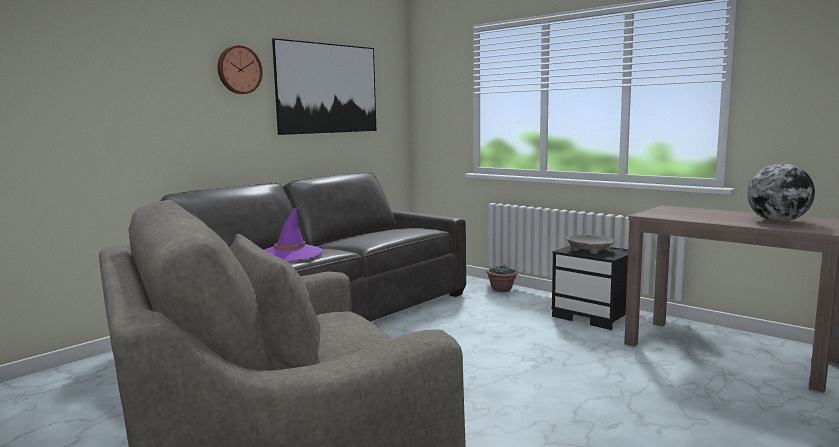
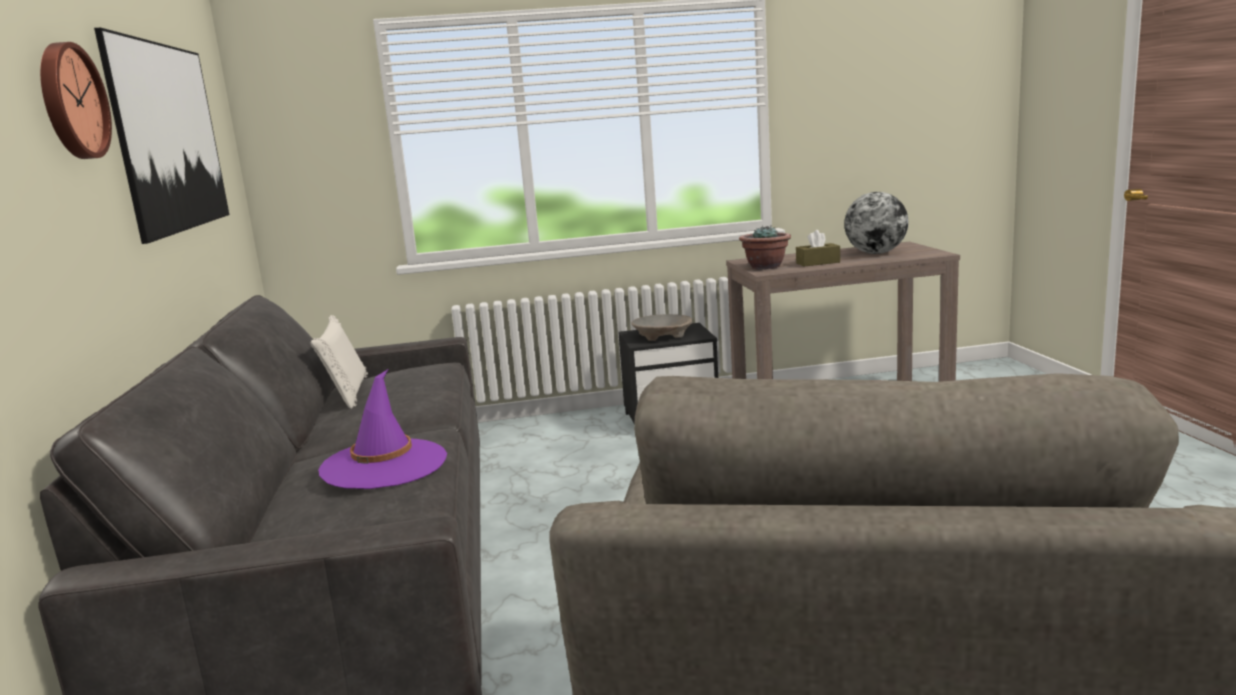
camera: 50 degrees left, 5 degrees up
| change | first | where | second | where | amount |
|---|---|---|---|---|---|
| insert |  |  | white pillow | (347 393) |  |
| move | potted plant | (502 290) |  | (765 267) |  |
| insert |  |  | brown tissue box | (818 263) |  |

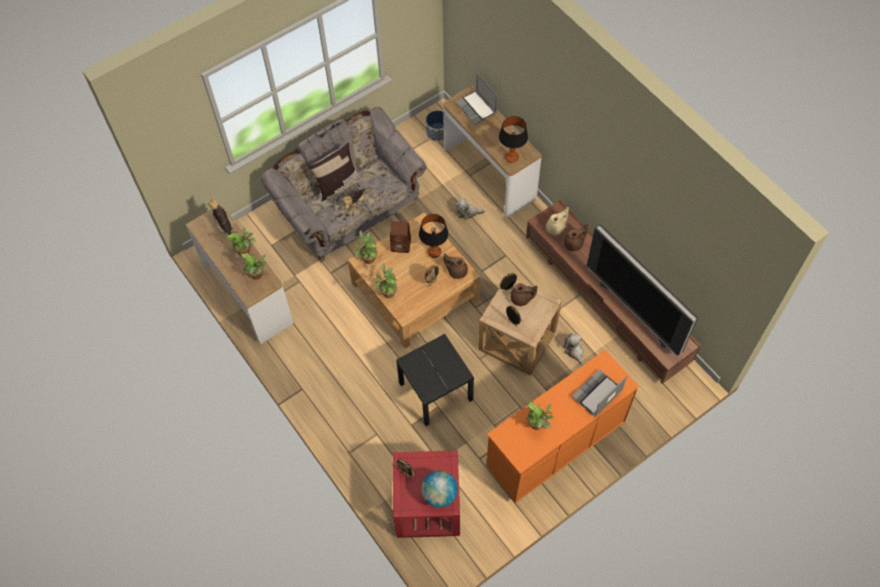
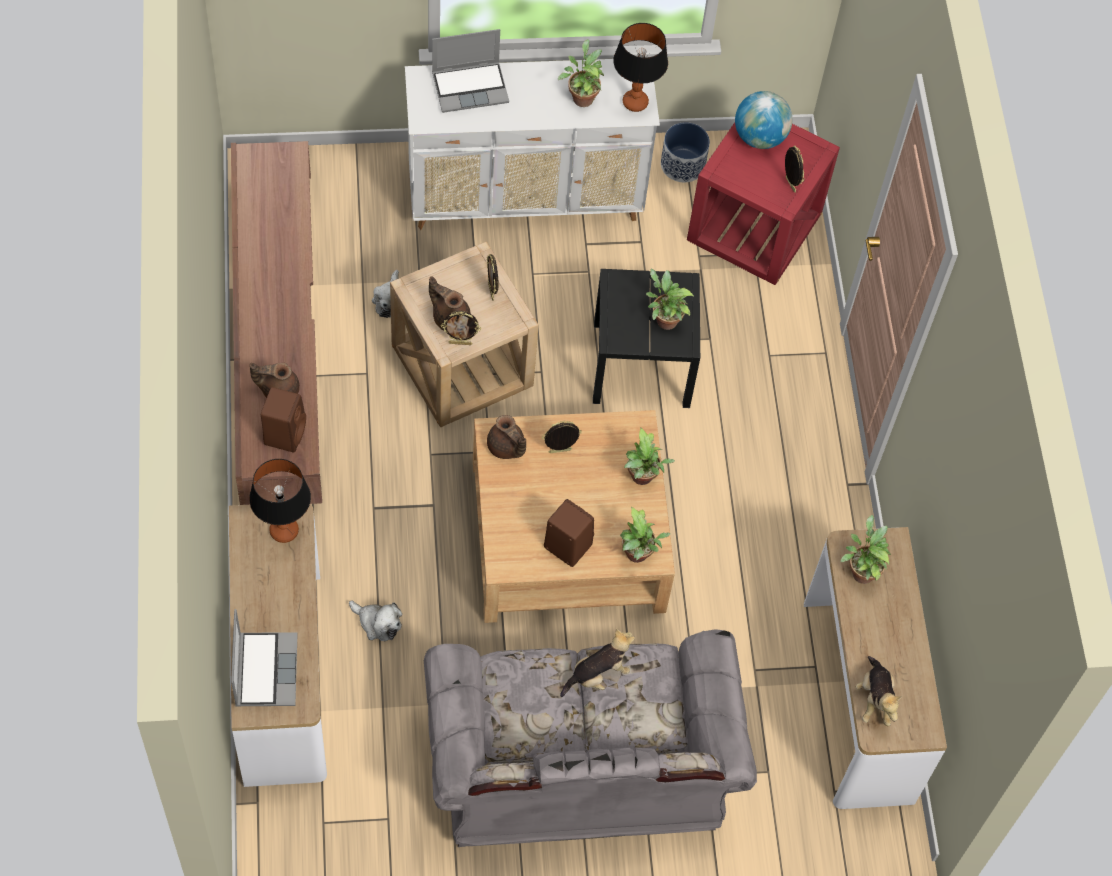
camera: 155 degrees left, 0 degrees up
| change | first | where | second | where | amount |
|---|---|---|---|---|---|
| replace | beige teapot | (556 228) | brown speaker | (285 433) |  |
| recolor | orange cabinet | (555 448) | white cabinet | (525 196) |  |
| move | table lamp | (434 252) |  | (635 103) |  |
| move | potted plant | (245 251) |  | (664 319) |  |
| move | planter | (437 132) |  | (682 165) |  |
| delete | pillow | (337 186) |  |  |  |
| delete | television | (637 311) |  |  |  |

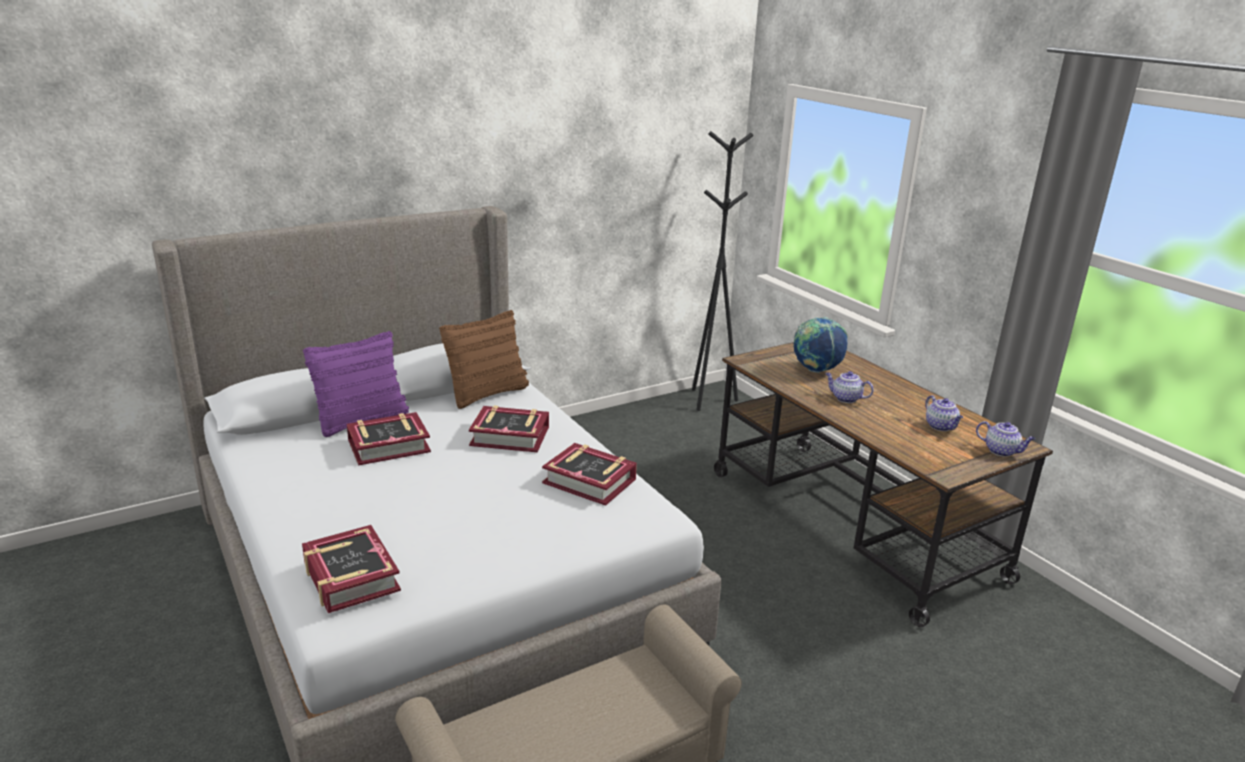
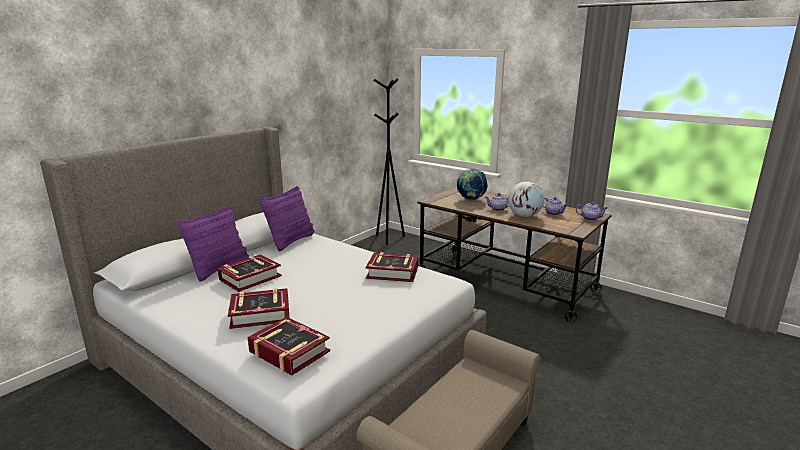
camera: 20 degrees left, 5 degrees down
| change | first | where | second | where | amount |
|---|---|---|---|---|---|
| move | book | (510 436) |  | (260 314) |  |
| recolor | brown pillow | (487 394) | purple pillow | (290 241) |  |
| insert |  |  | globe | (524 216) |  |

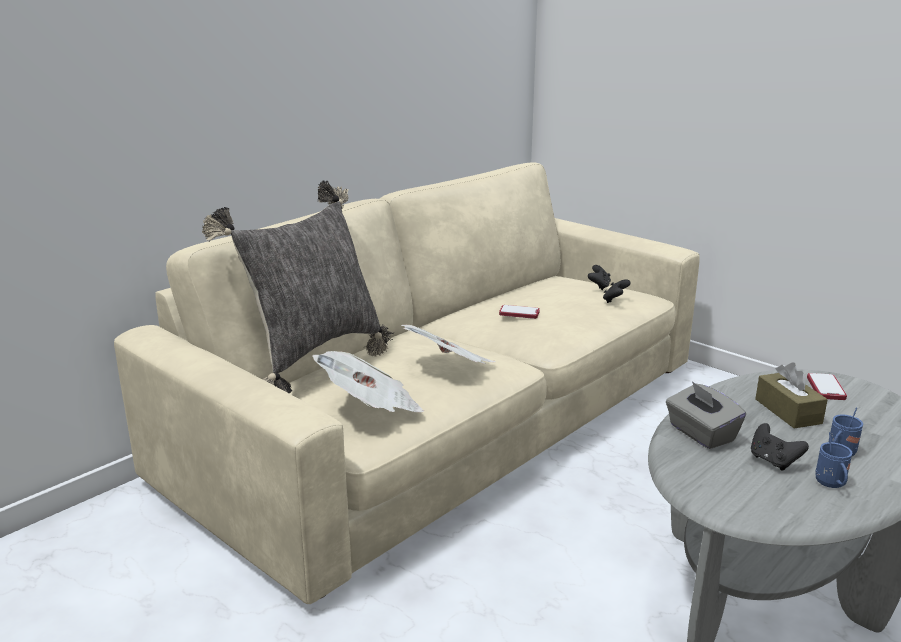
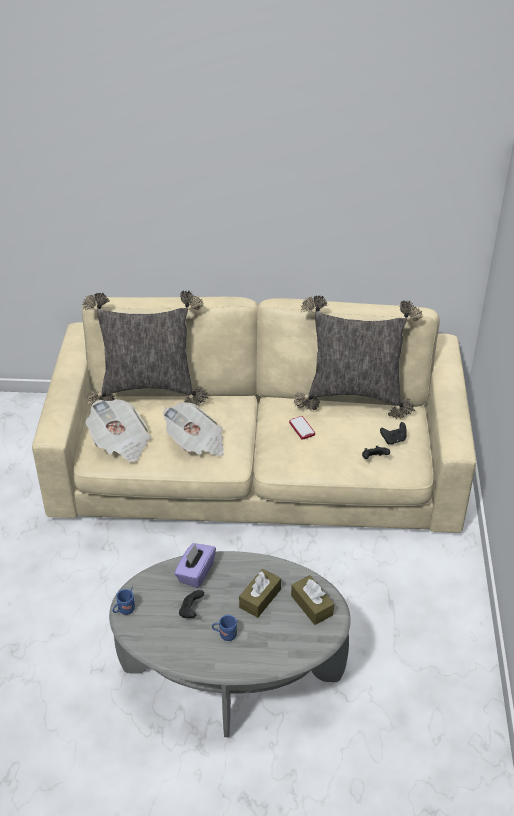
camera: 50 degrees right, 20 degrees up
| change | first | where | second | where | amount |
|---|---|---|---|---|---|
| move | blue mug | (831 485) |  | (124 611) |  |
| recolor | grey tissue box | (700 434) | purple tissue box | (195 573) |  |
| replace | phone | (826 388) | brown tissue box | (312 605) |  |
| insert |  |  | pillow | (354 401) |  |

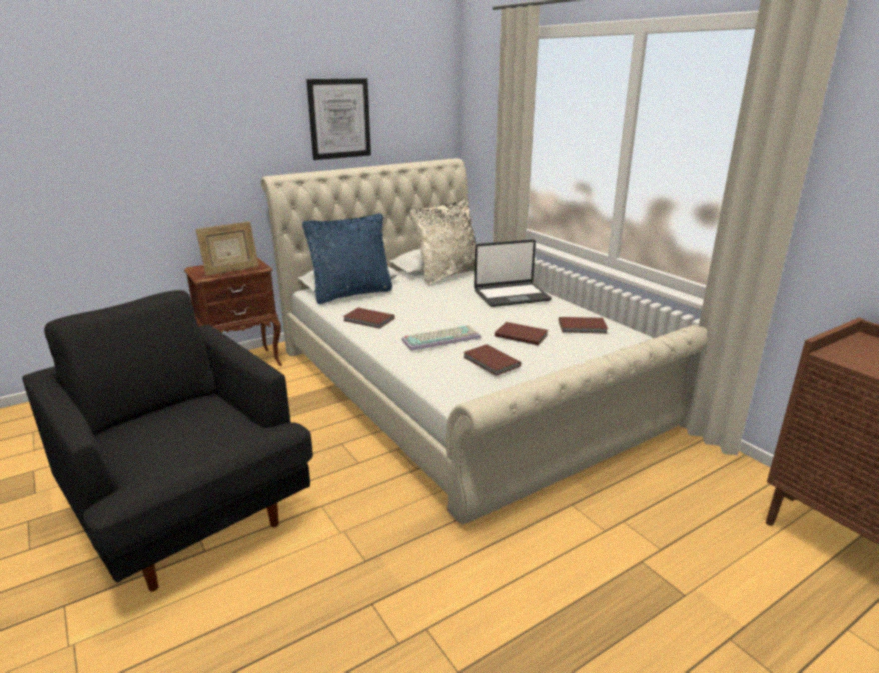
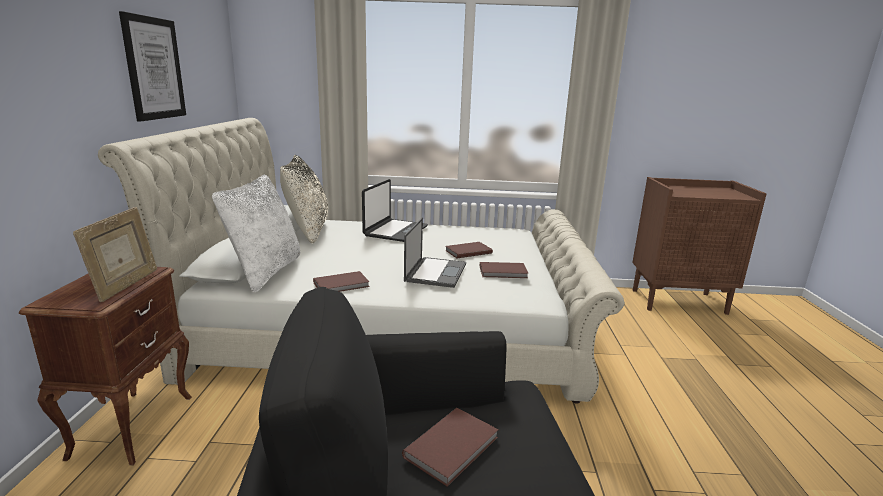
camera: 55 degrees left, 5 degrees down
| change | first | where | second | where | amount |
|---|---|---|---|---|---|
| recolor | blue pillow | (352 295) | white pillow | (266 273) |  |
| move | brown book | (583 327) |  | (454 447) |  |
| replace | keyboard | (441 338) | laptop | (436 272) |  |

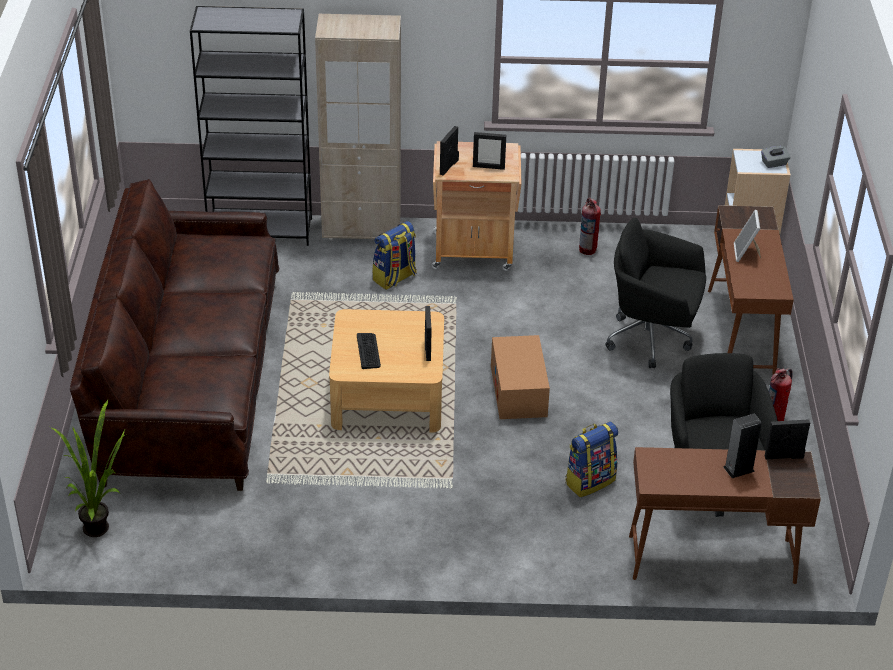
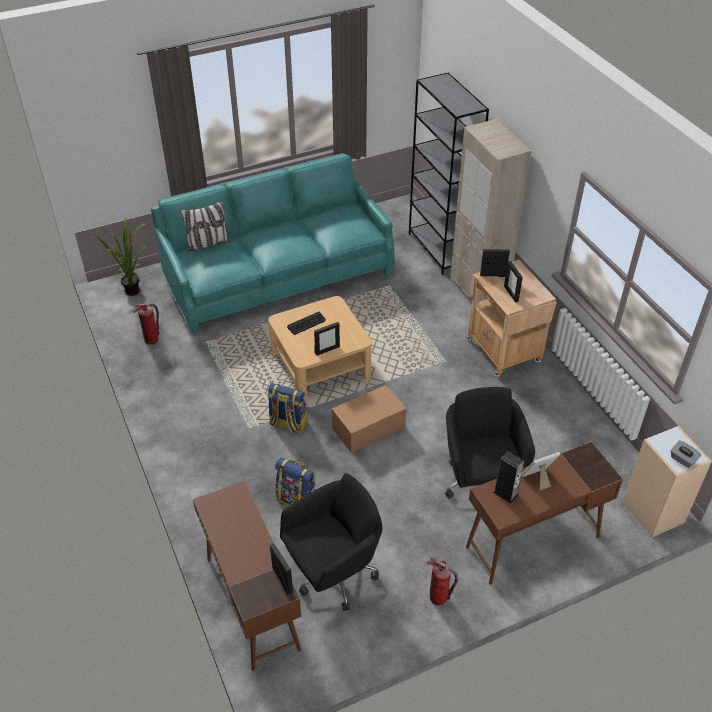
camera: 65 degrees right, 5 degrees up
| change | first | where | second | where | amount |
|---|---|---|---|---|---|
| move | fire extinguisher | (588 249) |  | (152 340) |  |
| recolor | brown sofa | (188 379) | turquoise sofa | (277 275) |  |
| insert |  |  | pillow | (208 244) |  |
| move | backpack | (395 278) |  | (287 423) |  |
| move | speaker | (738 469) |  | (505 493) |  |

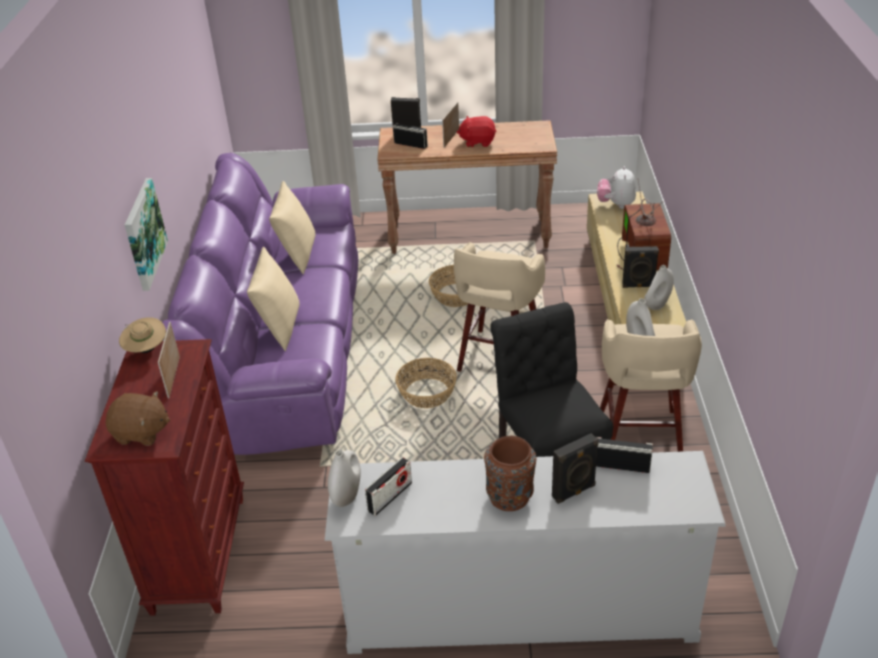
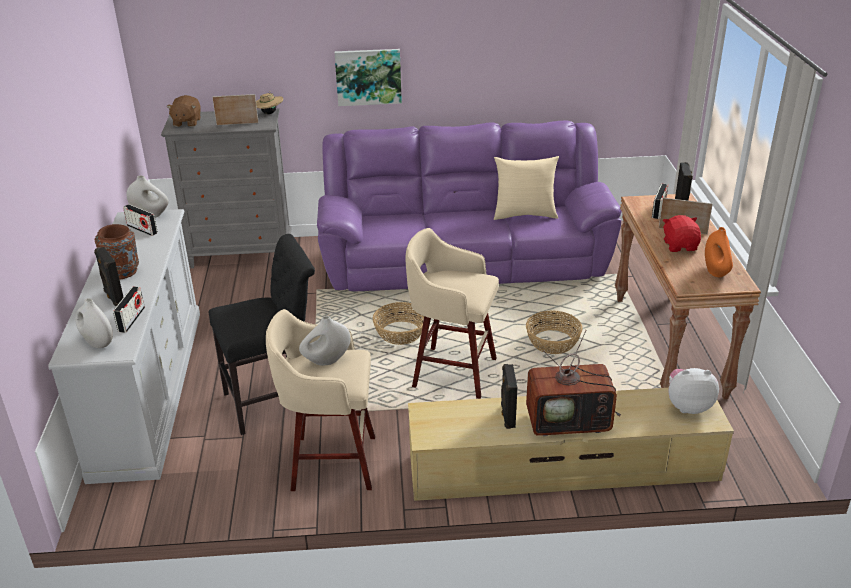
camera: 85 degrees right, 5 degrees down
| change | first | where | second | where | amount |
|---|---|---|---|---|---|
| move | white vase | (657 305) |  | (98 343) |  |
| recolor | red dresser | (199 553) | grey dresser | (242 254) |  |
| insert |  |  | orange vase | (716 272) |  |
| delete | beige pillow | (279 327) |  |  |  |

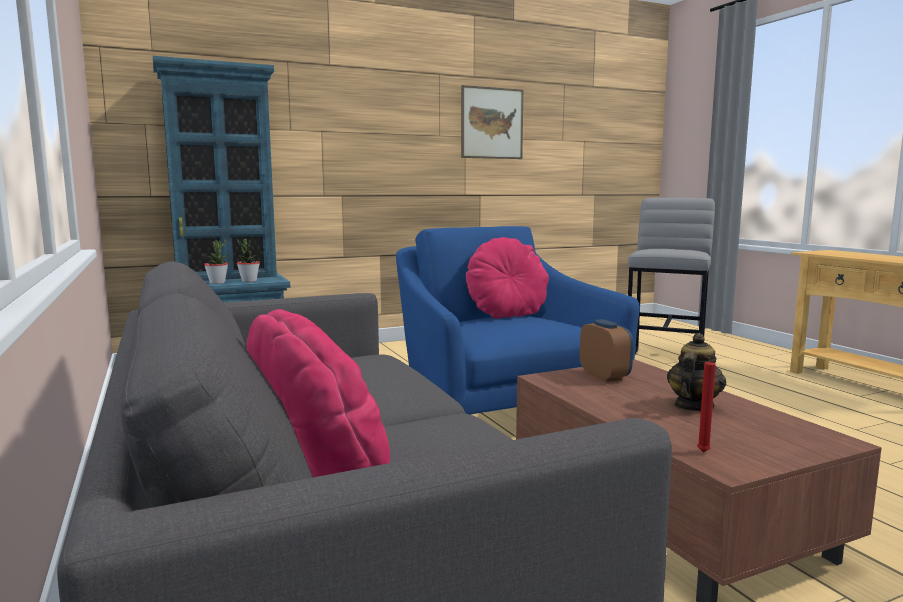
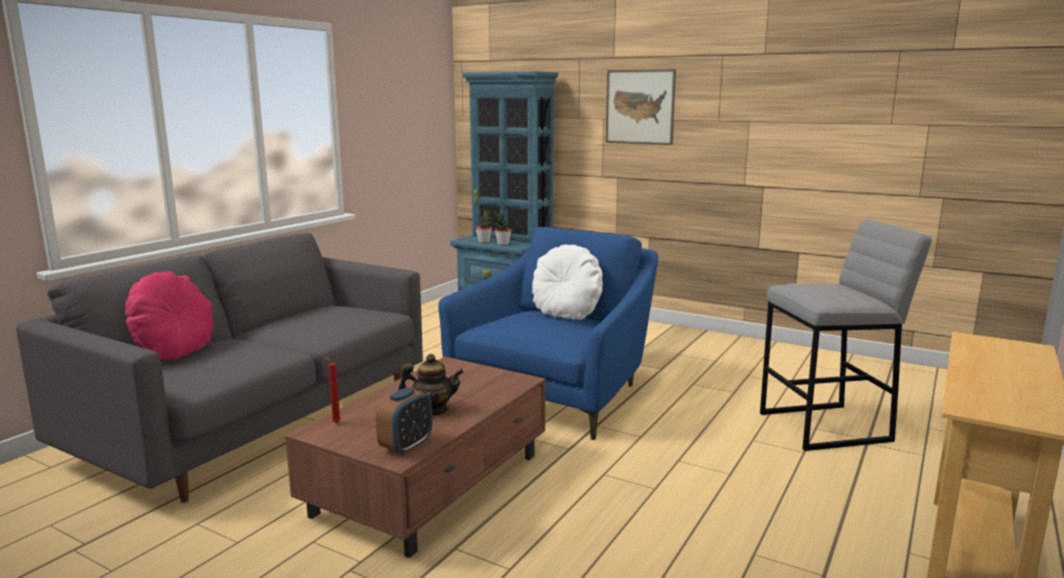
camera: 55 degrees right, 5 degrees up
| change | first | where | second | where | amount |
|---|---|---|---|---|---|
| move | alarm clock | (604 376) |  | (406 446) |  |
| recolor | pink pillow | (506 316) | white pillow | (566 316) |  |
| move | picture | (492 123) |  | (640 107) |  |

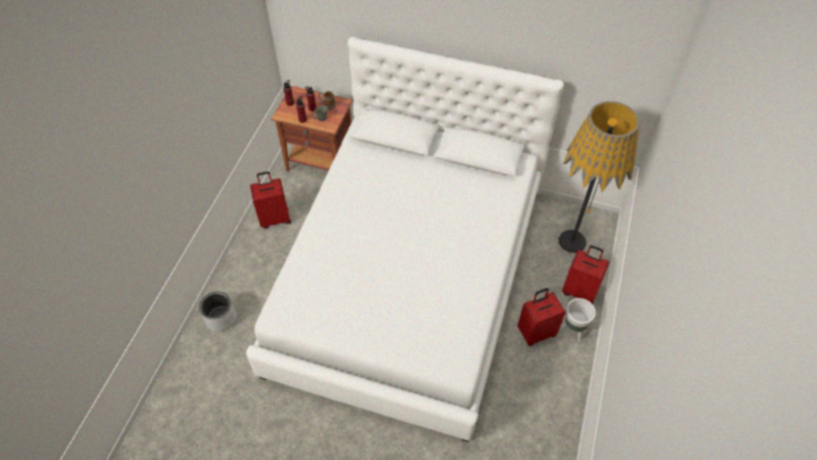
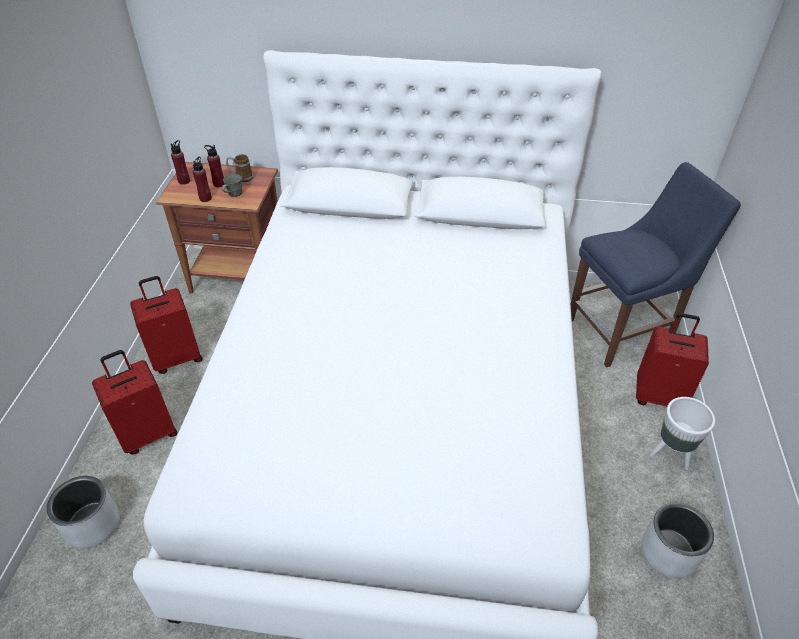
camera: 10 degrees left, 10 degrees down
| change | first | where | second | where | amount |
|---|---|---|---|---|---|
| move | red suitcase | (536 332) |  | (148 433) |  |
| replace | floor lamp | (572 241) | blue chair | (622 331) |  |
| insert |  |  | grey planter | (669 552) |  |

